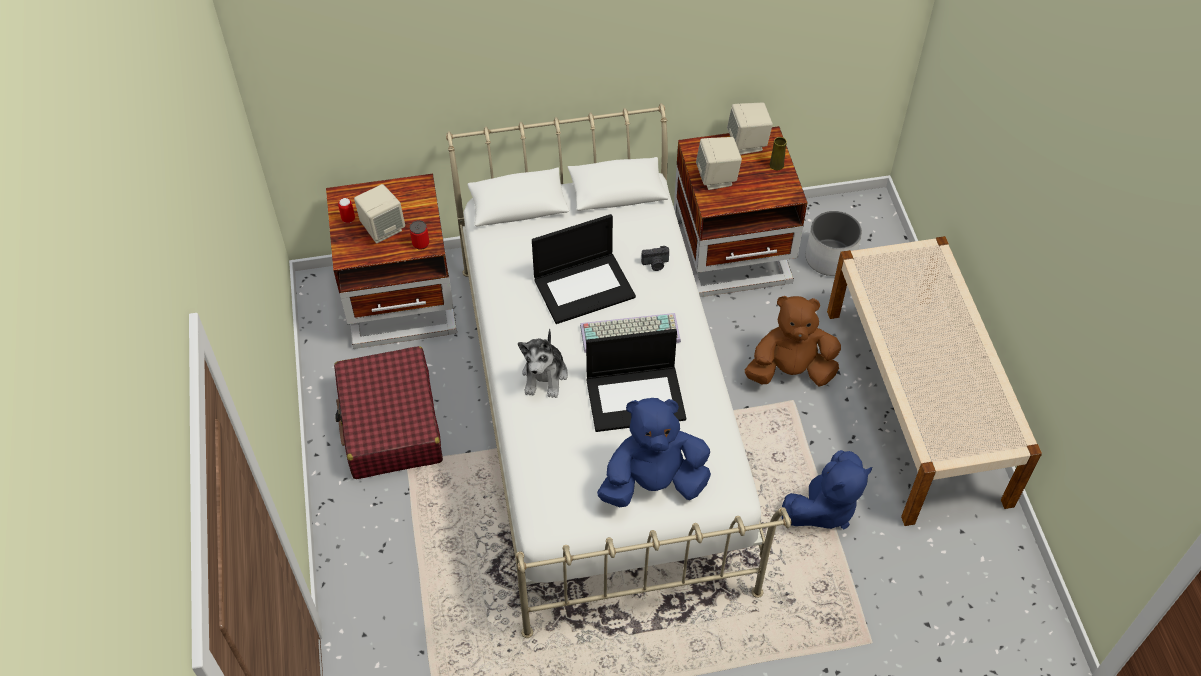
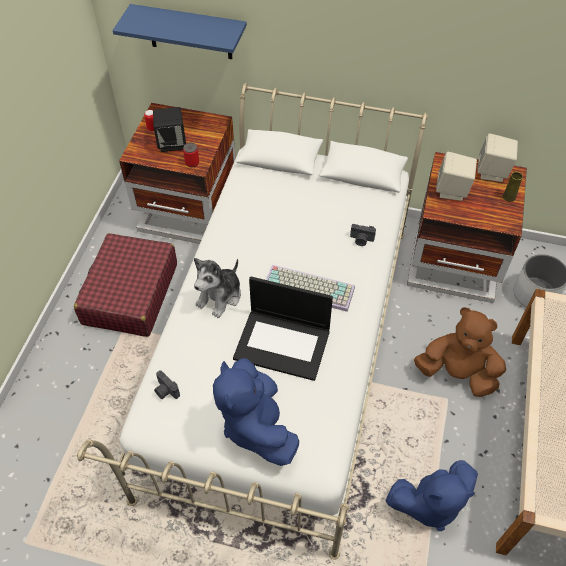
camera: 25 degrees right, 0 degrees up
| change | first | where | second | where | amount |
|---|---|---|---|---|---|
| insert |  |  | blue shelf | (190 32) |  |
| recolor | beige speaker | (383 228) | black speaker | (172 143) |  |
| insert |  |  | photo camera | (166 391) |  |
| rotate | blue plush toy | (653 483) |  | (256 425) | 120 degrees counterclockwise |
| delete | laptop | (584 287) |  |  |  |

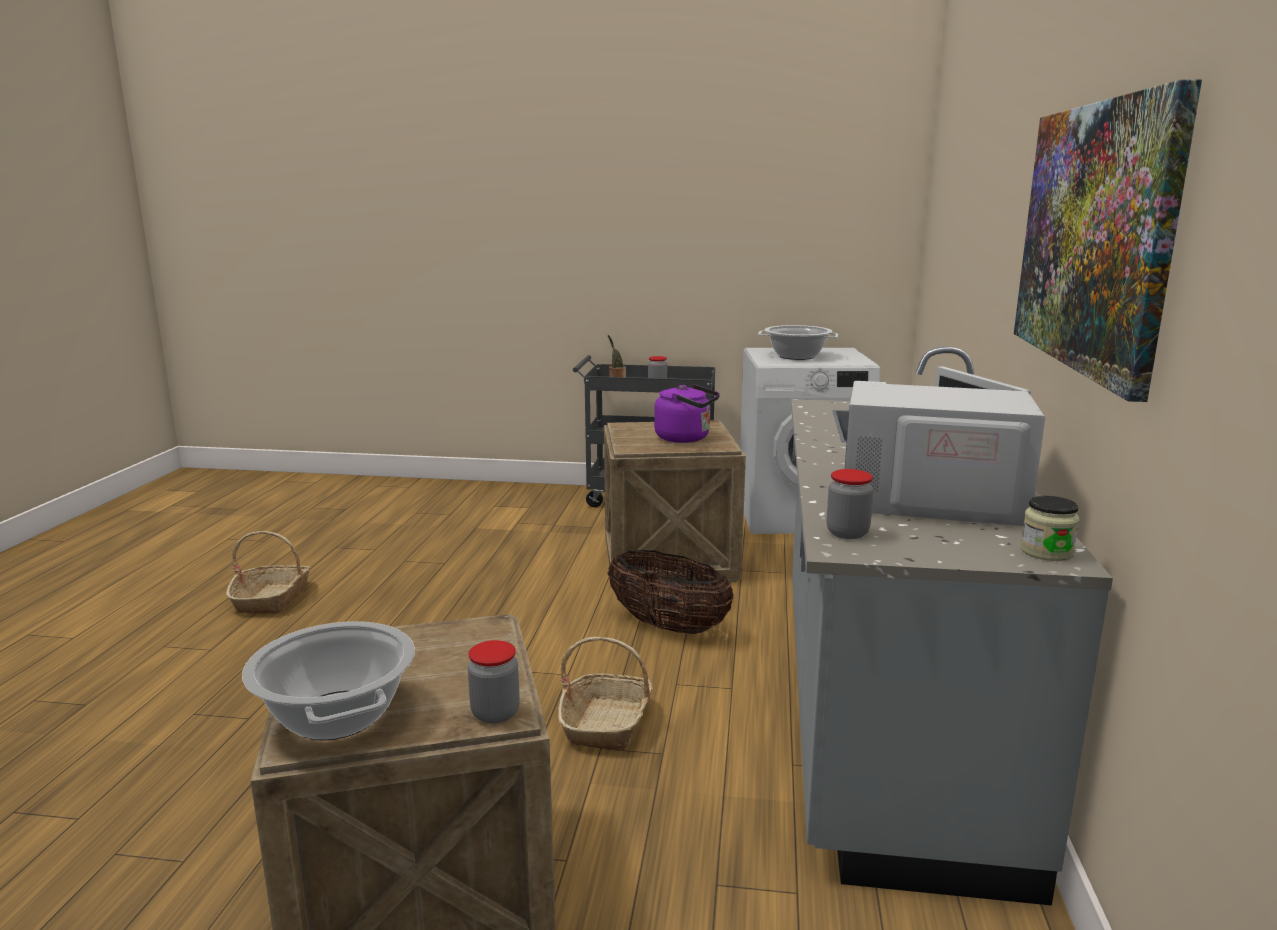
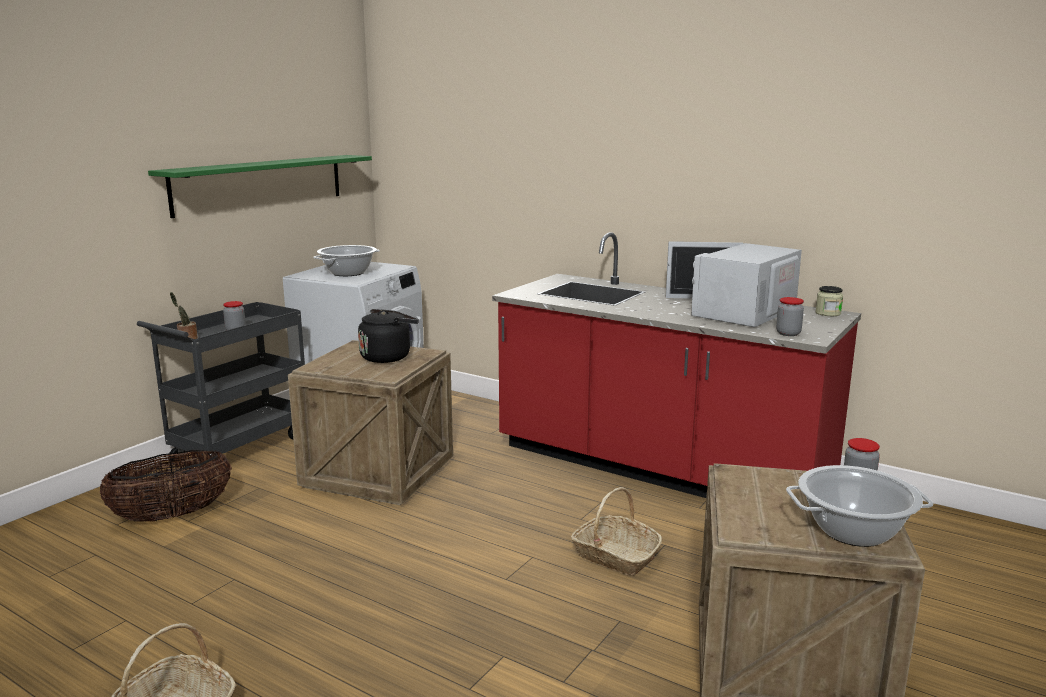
camera: 65 degrees left, 0 degrees up
| change | first | where | second | where | amount |
|---|---|---|---|---|---|
| move | basket | (668 626) |  | (172 515) |  |
| insert |  |  | green shelf | (260 184) |  |
| recolor | purple kettle | (686 438) | black kettle | (388 357) |  |
| recolor | grey counter | (881 711) | red counter | (660 467) |  |
| delete | picture | (1093 237) |  |  |  |

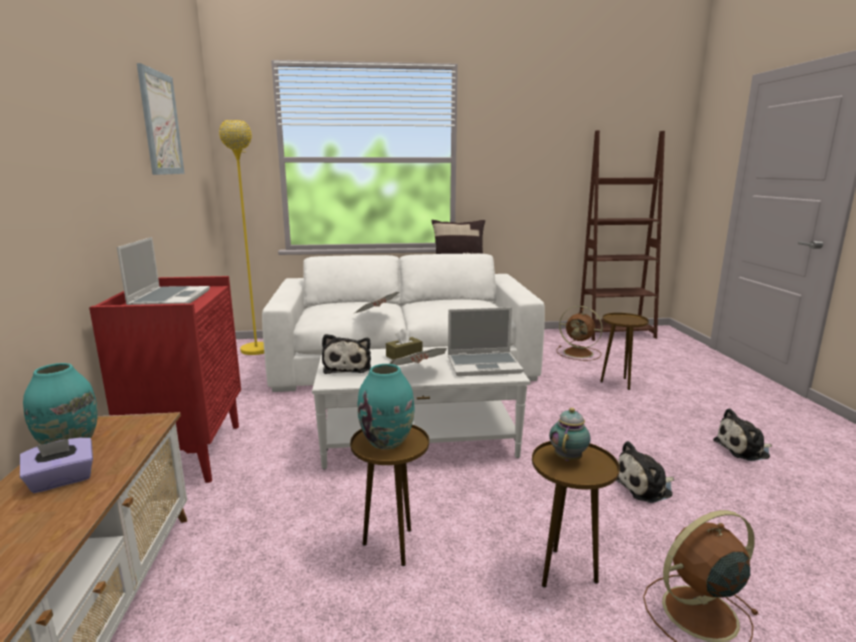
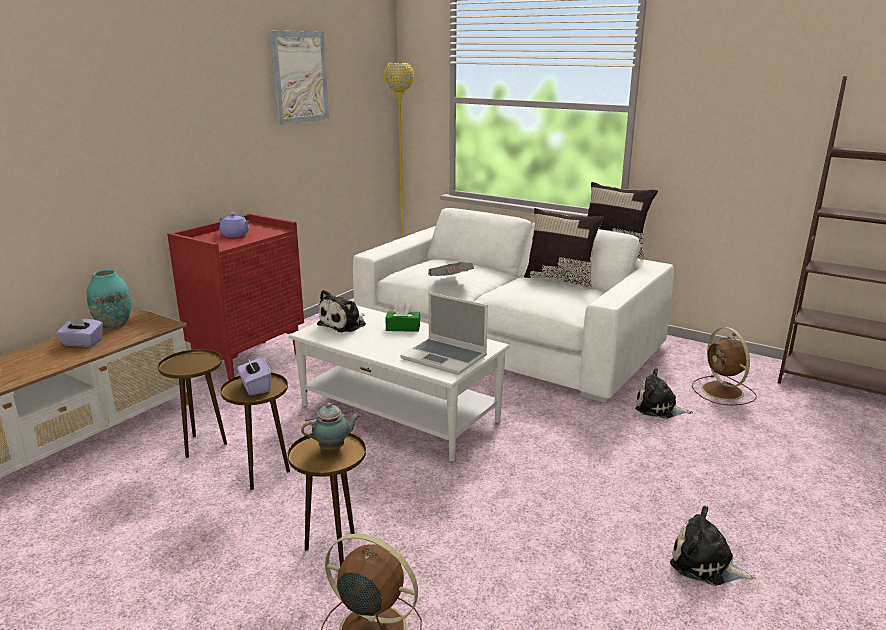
camera: 40 degrees right, 5 degrees up
| change | first | where | second | where | amount |
|---|---|---|---|---|---|
| move | brown side table | (618 383) |  | (202 445) |  |
| replace | laptop | (169 299) | purple teapot | (235 235) |  |
| replace | turquoise vase | (387 441) | purple tissue box | (255 387) |  |
| recolor | brown tissue box | (404 355) | green tissue box | (403 328) |  |
| insert |  |  | pillow | (560 280) |  |
| move | plush toy | (645 487) |  | (659 408) |  |
| delete | newspaper | (417 373) |  |  |  |

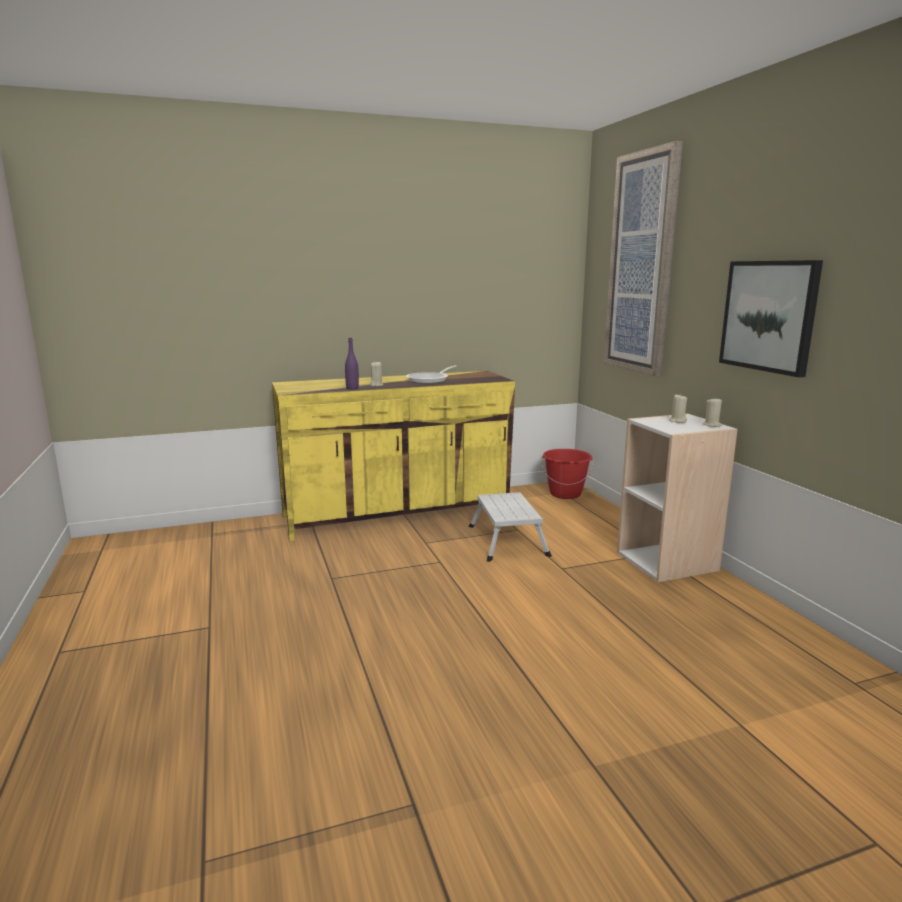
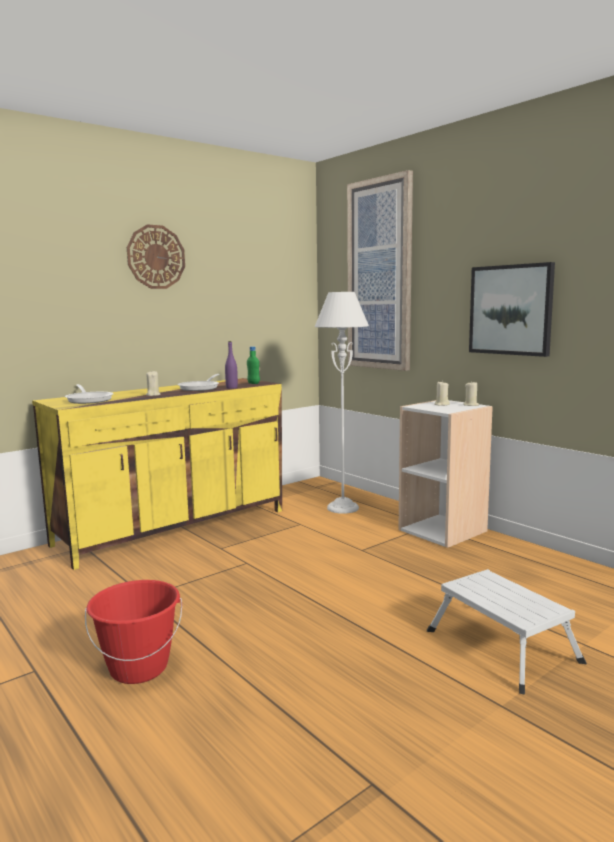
camera: 20 degrees left, 5 degrees down
| change | first | where | second | where | amount |
|---|---|---|---|---|---|
| insert |  |  | frying pan | (89 400) |  |
| move | red bucket | (565 494) |  | (139 668) |  |
| insert |  |  | wall clock | (156 257) |  |
| move | purple bottle | (352 388) |  | (231 387) |  |
| insert |  |  | green bottle | (253 383) |  |
| insert |  |  | grey floor lamp | (343 508) |  |
| move | white step ladder | (507 541) |  | (503 646) |  |

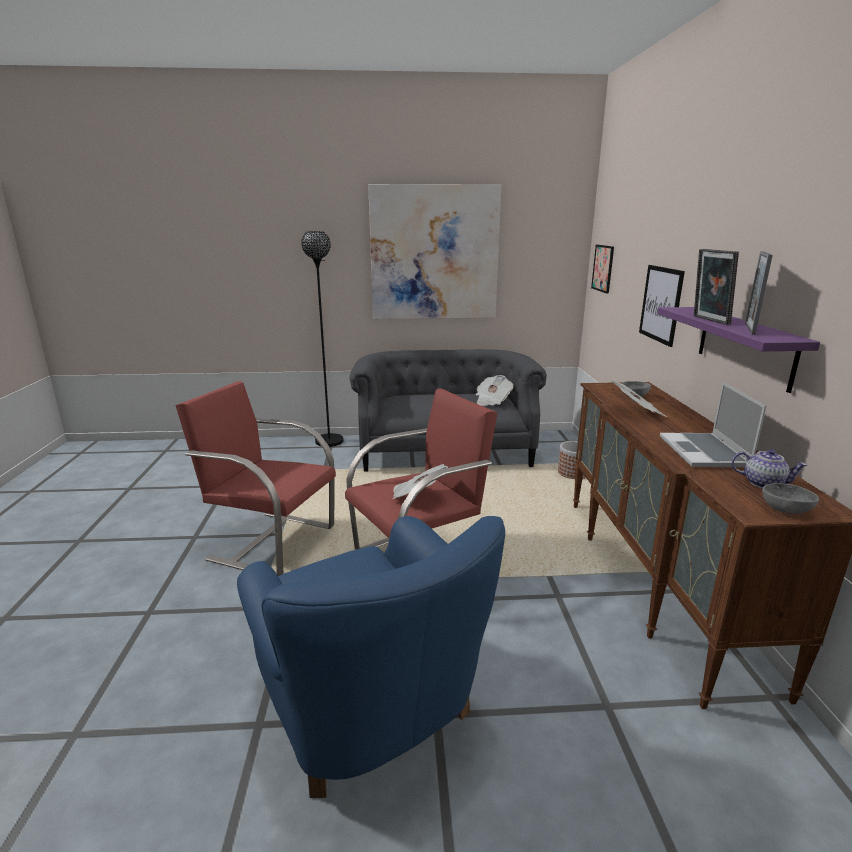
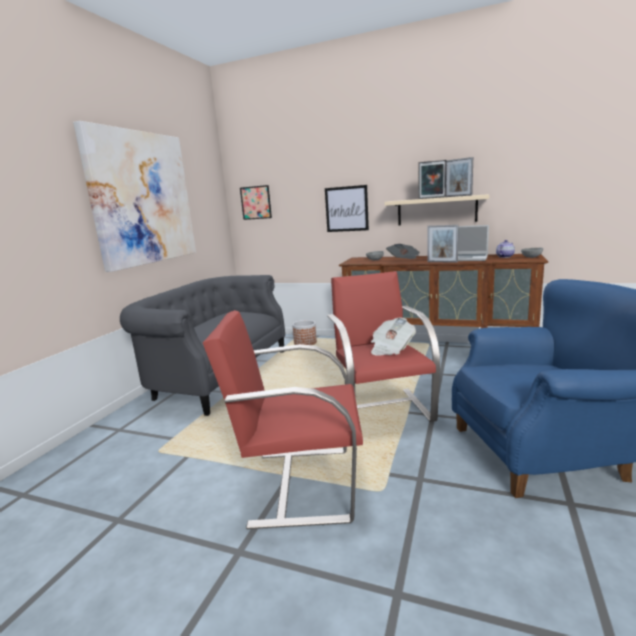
camera: 65 degrees left, 5 degrees down
| change | first | where | second | where | amount |
|---|---|---|---|---|---|
| rotate | red armchair | (271 542) |  | (300 484) | 45 degrees clockwise |
| recolor | purple shelf | (744 346) | beige shelf | (436 210) |  |
| insert |  |  | picture frame | (442 262) |  |
| delete | black floor lamp | (329 441) |  |  |  |
| delete | newspaper | (492 401) |  |  |  |

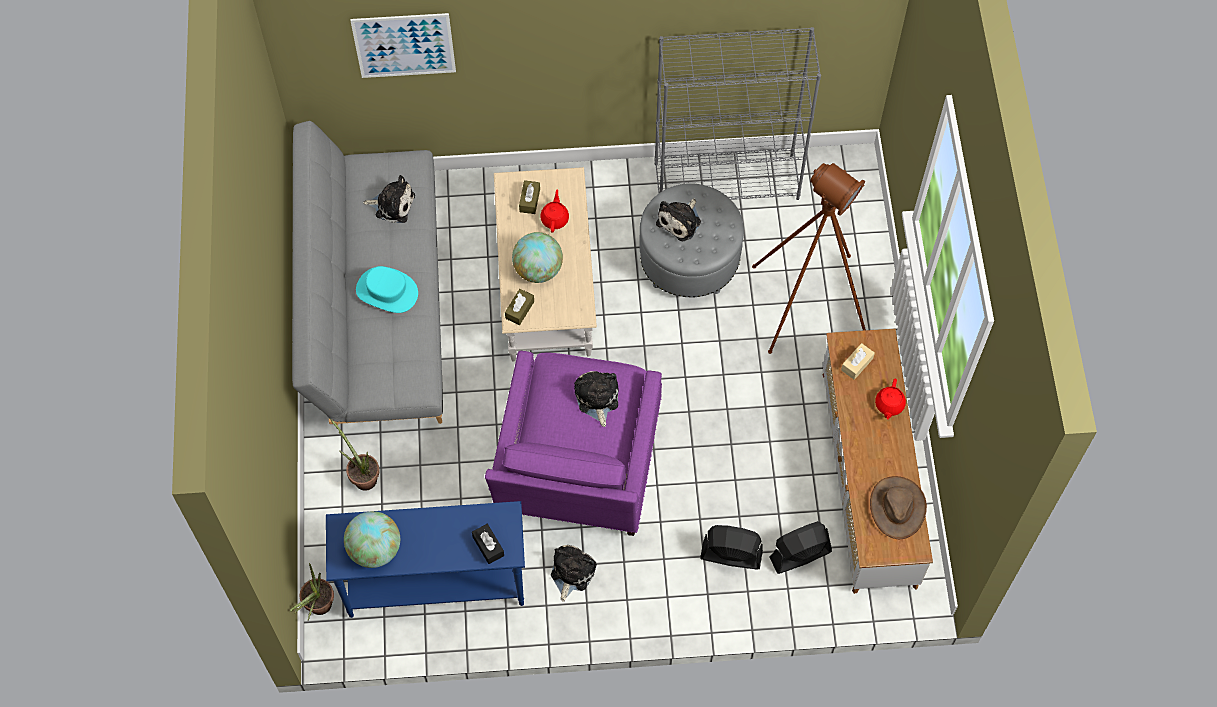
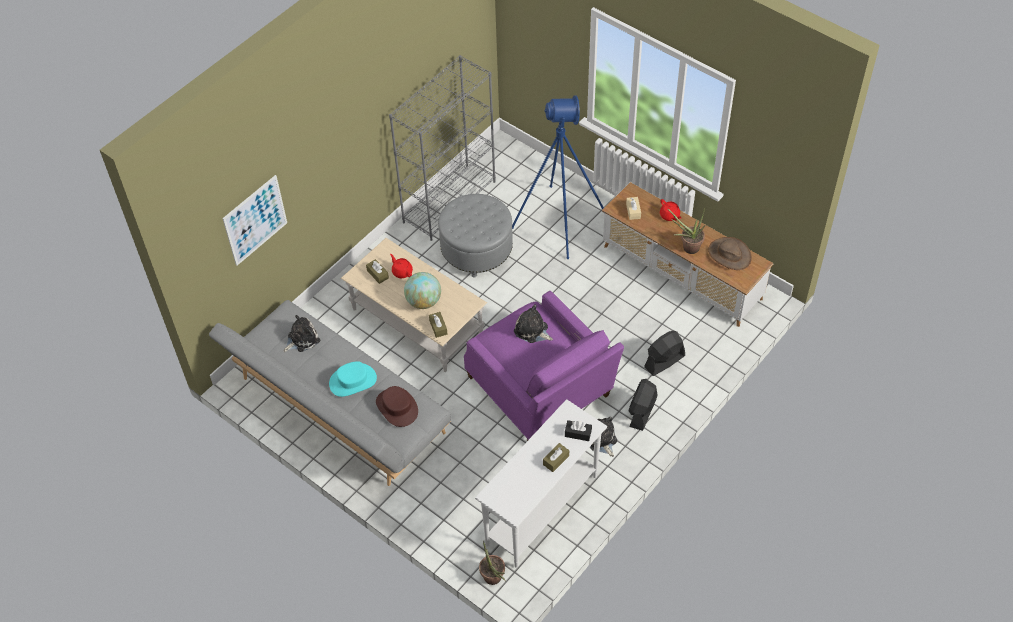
camera: 45 degrees left, 10 degrees down
| change | first | where | second | where | amount |
|---|---|---|---|---|---|
| insert |  |  | brown hat | (397 407) |  |
| recolor | blue console table | (434 588) | white console table | (542 511) |  |
| recolor | brown floor lamp | (810 304) | blue floor lamp | (559 222) |  |
| insert |  |  | brown tissue box | (556 460) |  |
| move | black fan | (800 554) |  | (642 412) |  |
| move | potted plant | (362 476) |  | (687 247) |  |
| delete | globe | (375 549) |  |  |  |
| delete | plush toy | (680 221) |  |  |  |

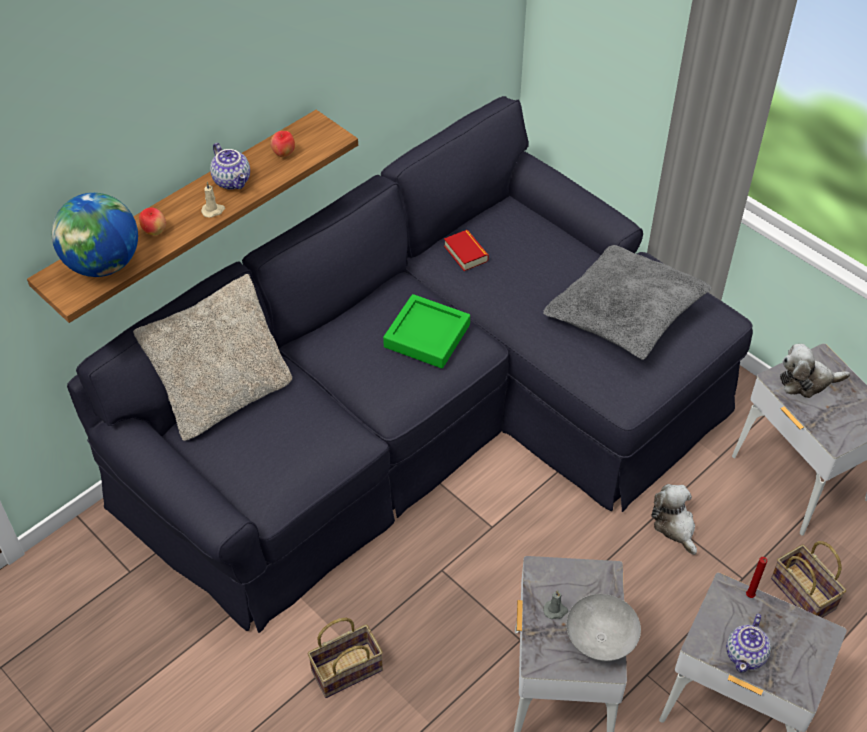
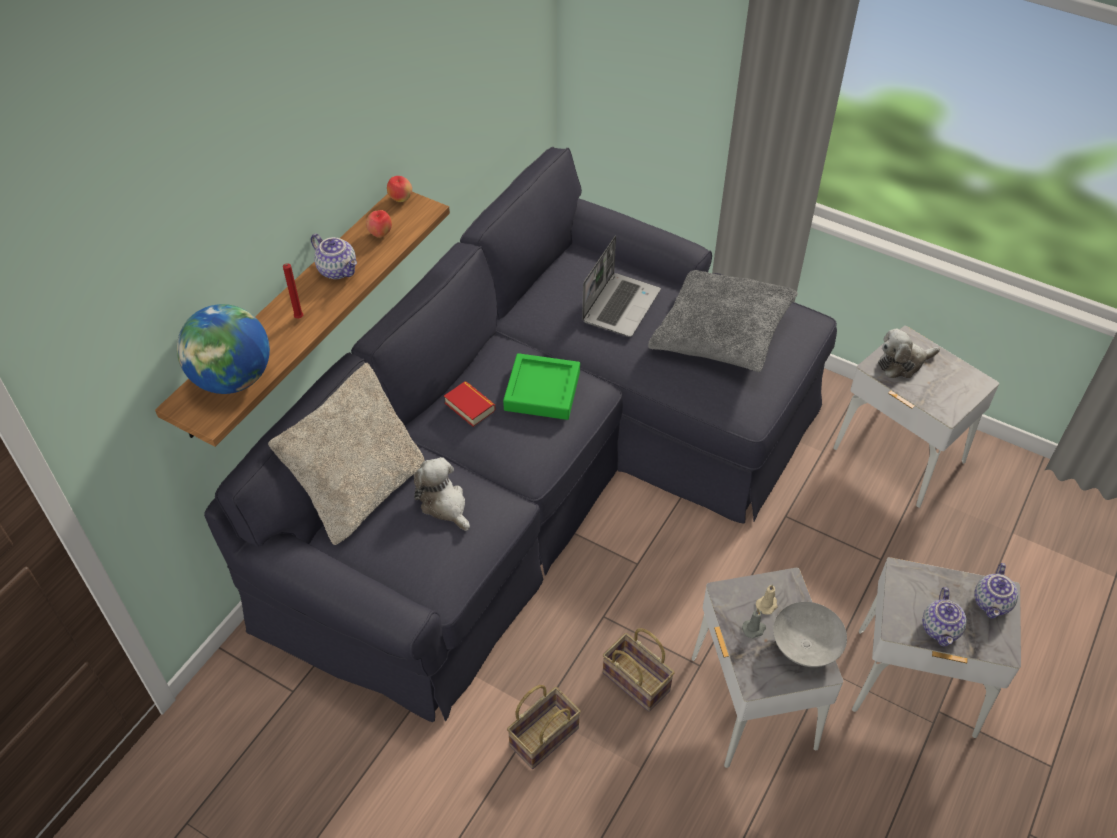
camera: 15 degrees left, 0 degrees up
| change | first | where | second | where | amount |
|---|---|---|---|---|---|
| move | red candle | (749 597) |  | (299 319) |  |
| move | apple | (154 231) |  | (400 199) |  |
| move | plush toy | (674 526) |  | (444 504) |  |
| move | book | (466 253) |  | (470 407) |  |
| insert |  |  | laptop | (620 305) |  |
| move | basket | (805 594) |  | (638 681) |  |
| move | beige candle | (213 210) |  | (767 604) |  |
| insert |  |  | teapot | (992 603) |  |

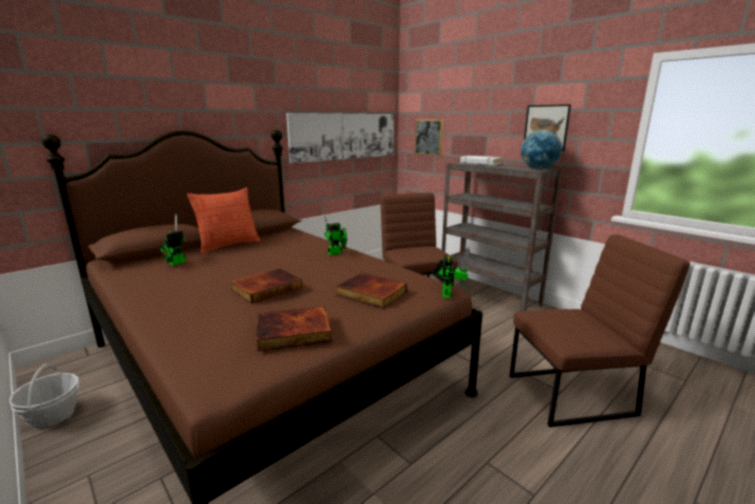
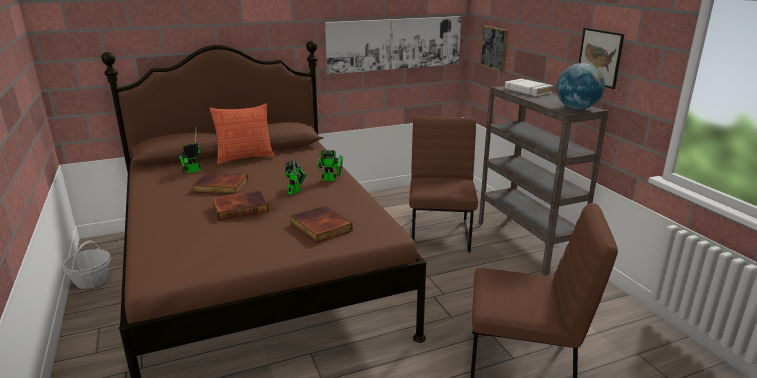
camera: 20 degrees right, 5 degrees up
| change | first | where | second | where | amount |
|---|---|---|---|---|---|
| move | book | (293 332) |  | (220 186) |  |
| move | toy robot | (447 293) |  | (295 191) |  |

